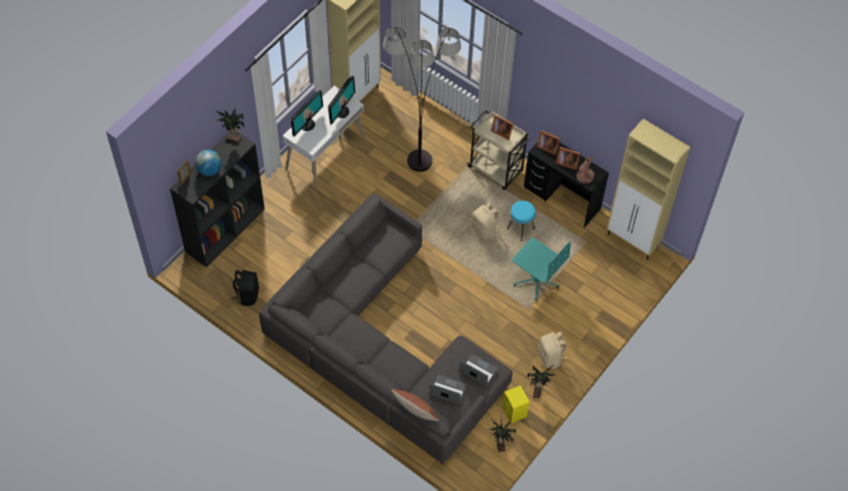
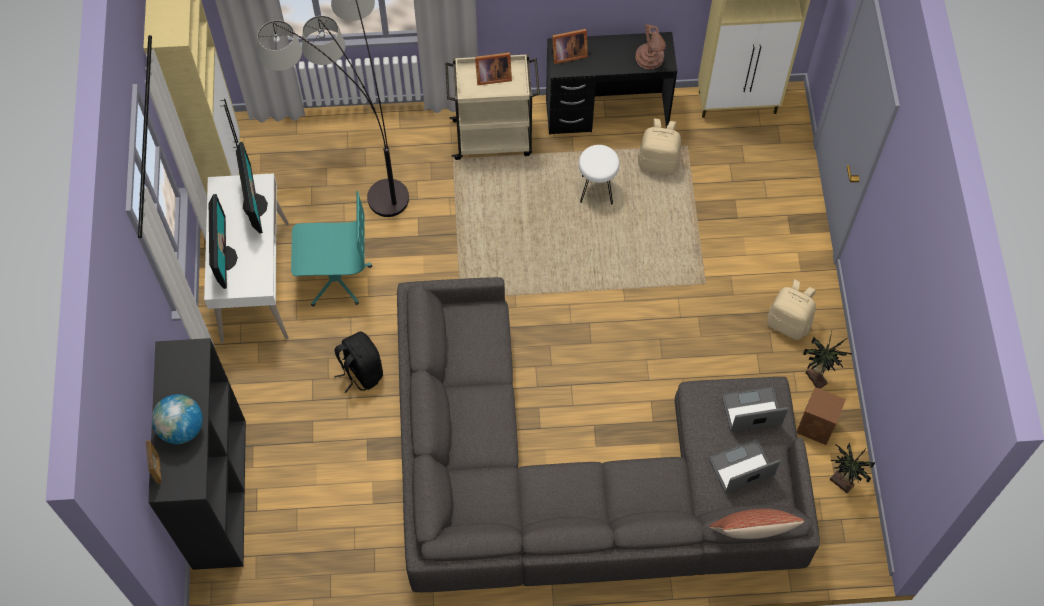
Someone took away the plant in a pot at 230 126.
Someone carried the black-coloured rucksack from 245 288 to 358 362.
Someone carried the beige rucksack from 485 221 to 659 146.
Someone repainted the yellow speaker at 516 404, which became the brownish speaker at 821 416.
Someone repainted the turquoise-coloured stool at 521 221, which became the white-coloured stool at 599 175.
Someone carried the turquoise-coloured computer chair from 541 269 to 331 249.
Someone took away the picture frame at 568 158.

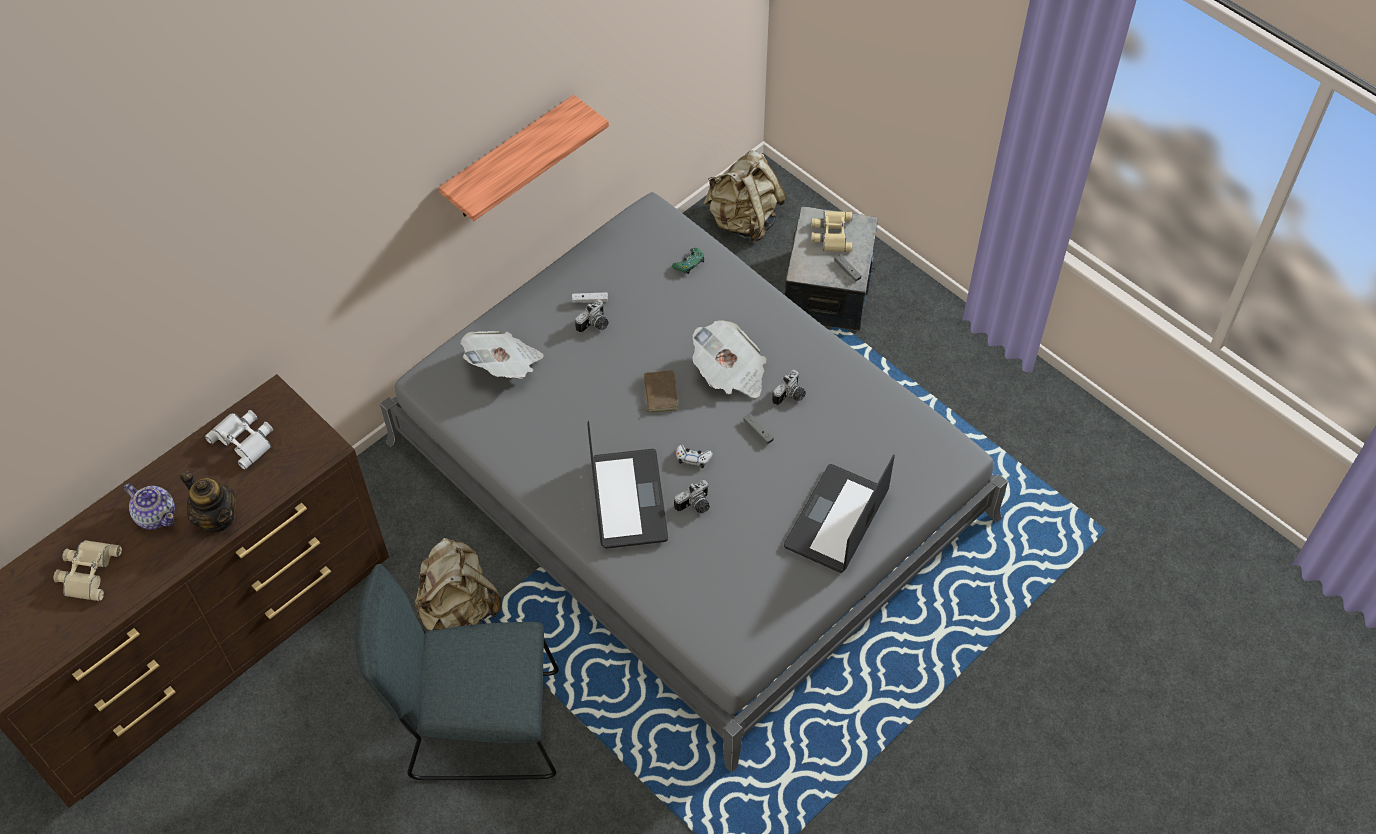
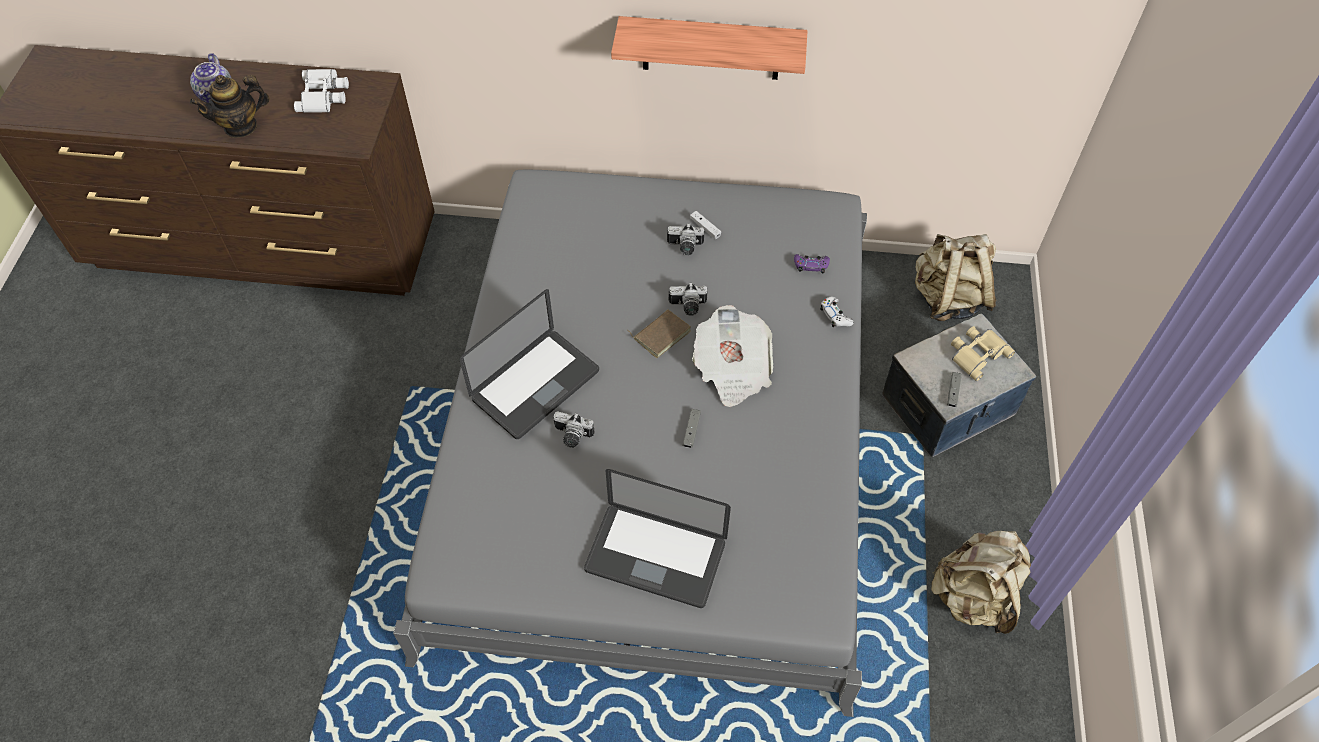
Someone took away the beige field glasses at 88 570.
Someone rotated the teapot at 208 501 by 60 degrees clockwise.
Someone took away the grey upright chair at 456 672.
Someone carried the beige rucksack from 458 584 to 981 582.
Someone took away the newspaper at 502 355.
Someone repainted the green-coloured gamepad at 688 261, which became the purple-coloured gamepad at 812 263.
Someone carried the white-coloured gamepad from 694 456 to 837 312.
Someone carried the photo camera from 789 387 to 688 299.
Someone rotated the notebook computer at 839 513 by 150 degrees counterclockwise.

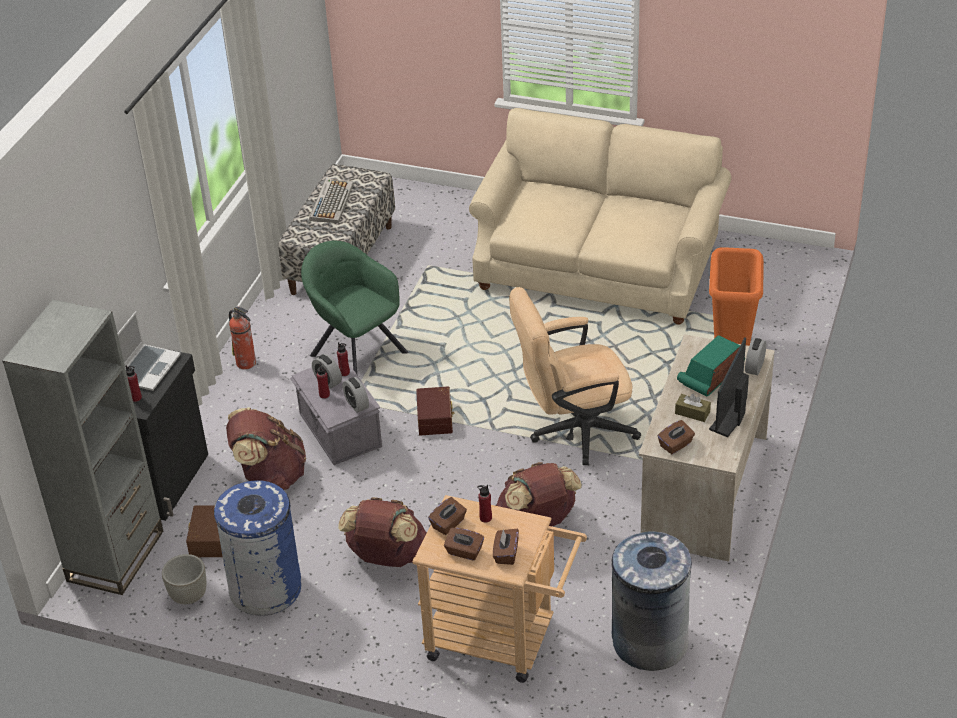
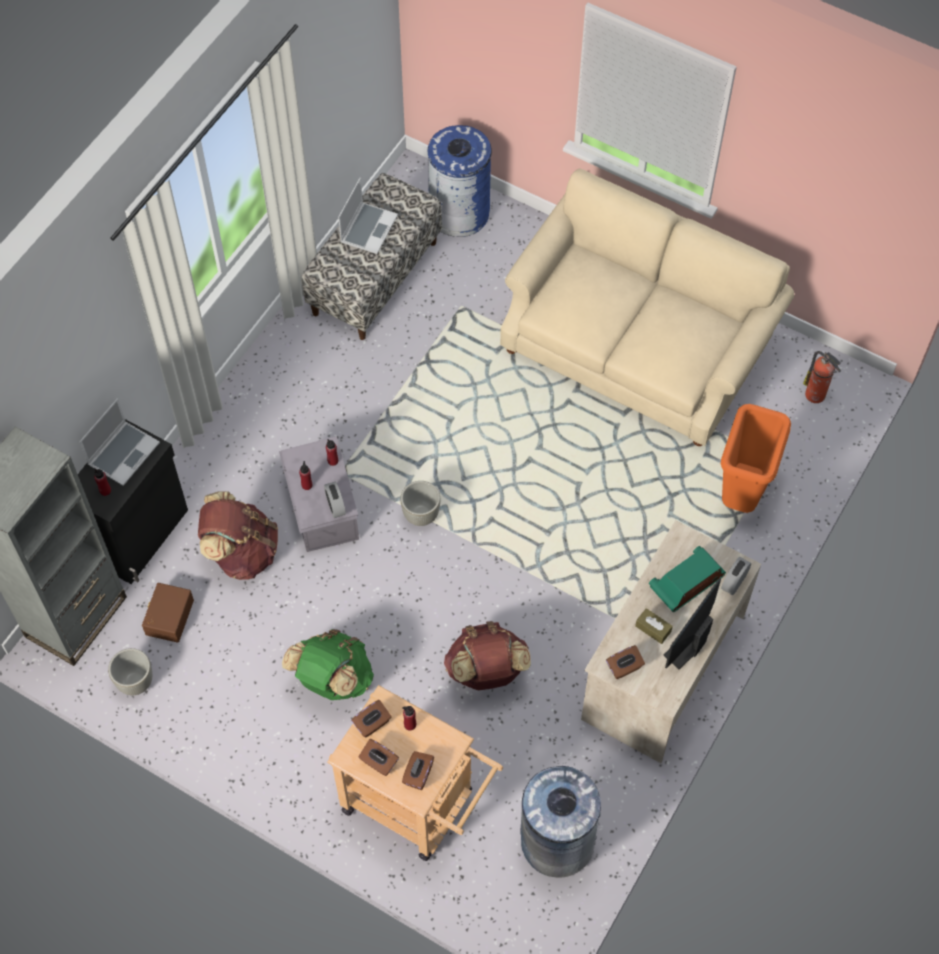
Someone carried the bluish rubbish bin from 257 547 to 460 181.
Someone carried the extinguisher from 242 337 to 822 377.
Someone took away the green-coloured armchair at 354 307.
Someone swapped the PC keyboard at 331 201 for the notebook computer at 368 216.
Someone took away the table clock at 327 371.
Someone repainted the brownish rucksack at 382 532, which became the green-coloured rucksack at 328 664.
Someone swapped the brownish storage bin at 435 411 for the grey flower pot at 420 503.
Someone took away the beige computer chair at 575 376.

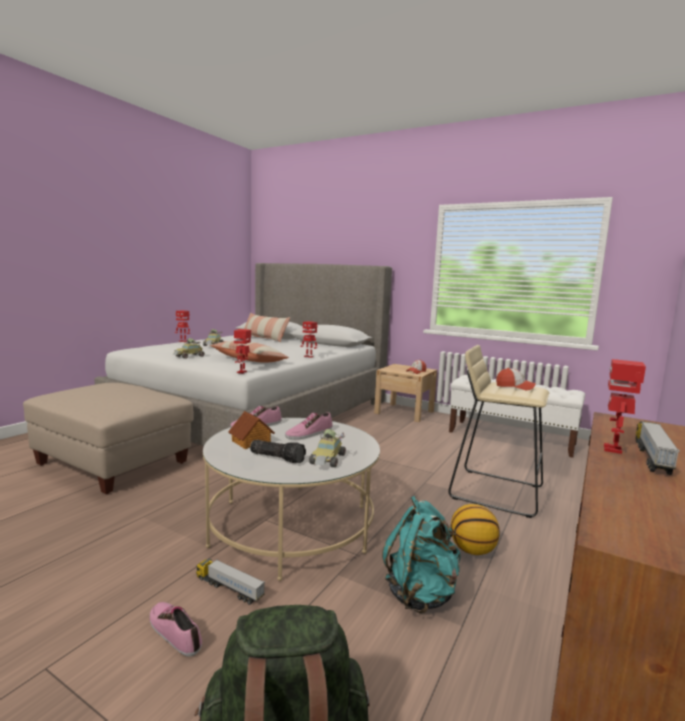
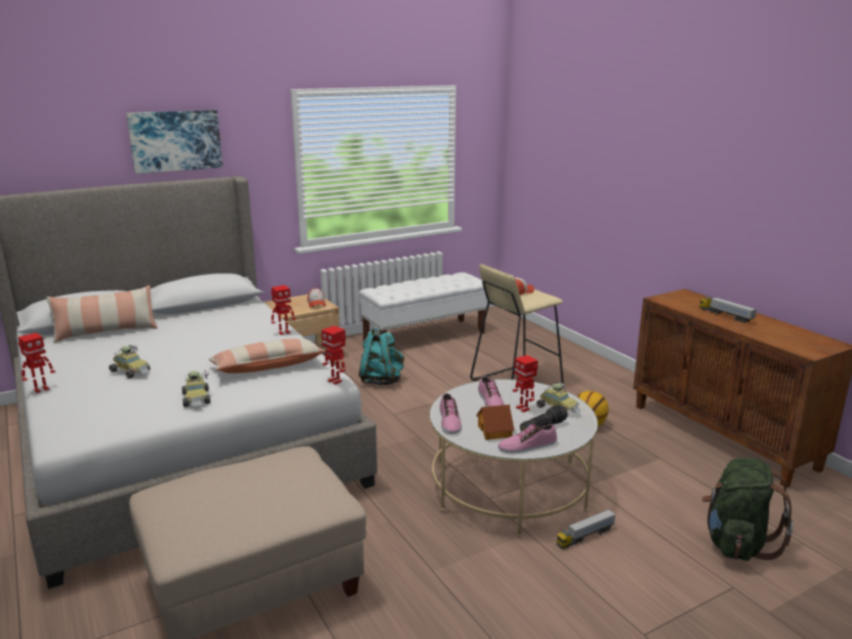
Someone carried the item of footwear from 176 629 to 527 438.
Someone carried the turquoise-coloured rucksack from 421 554 to 381 356.
Someone carried the model robot from 625 406 to 525 383.
Someone put up the picture at 174 142.

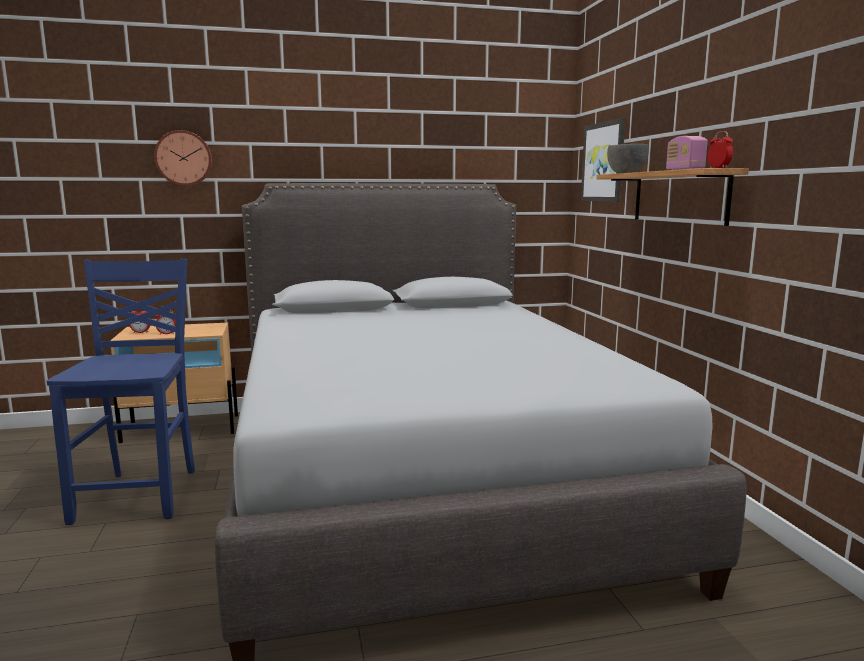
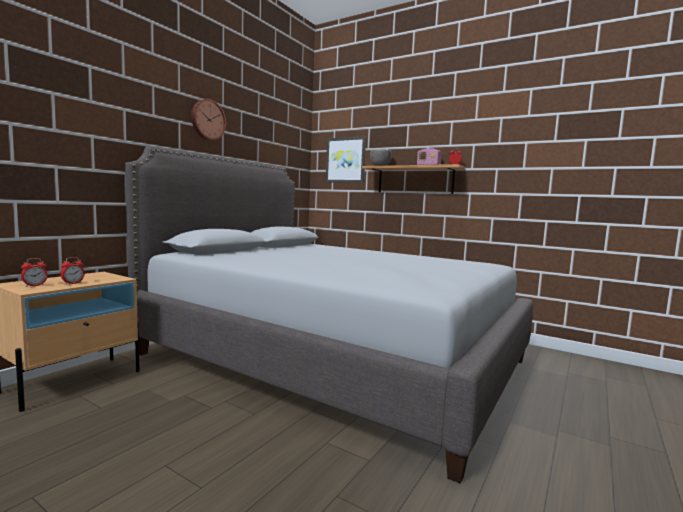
Someone took away the bluish upright chair at 121 392.
Someone carried the wall clock from 183 158 to 208 119.

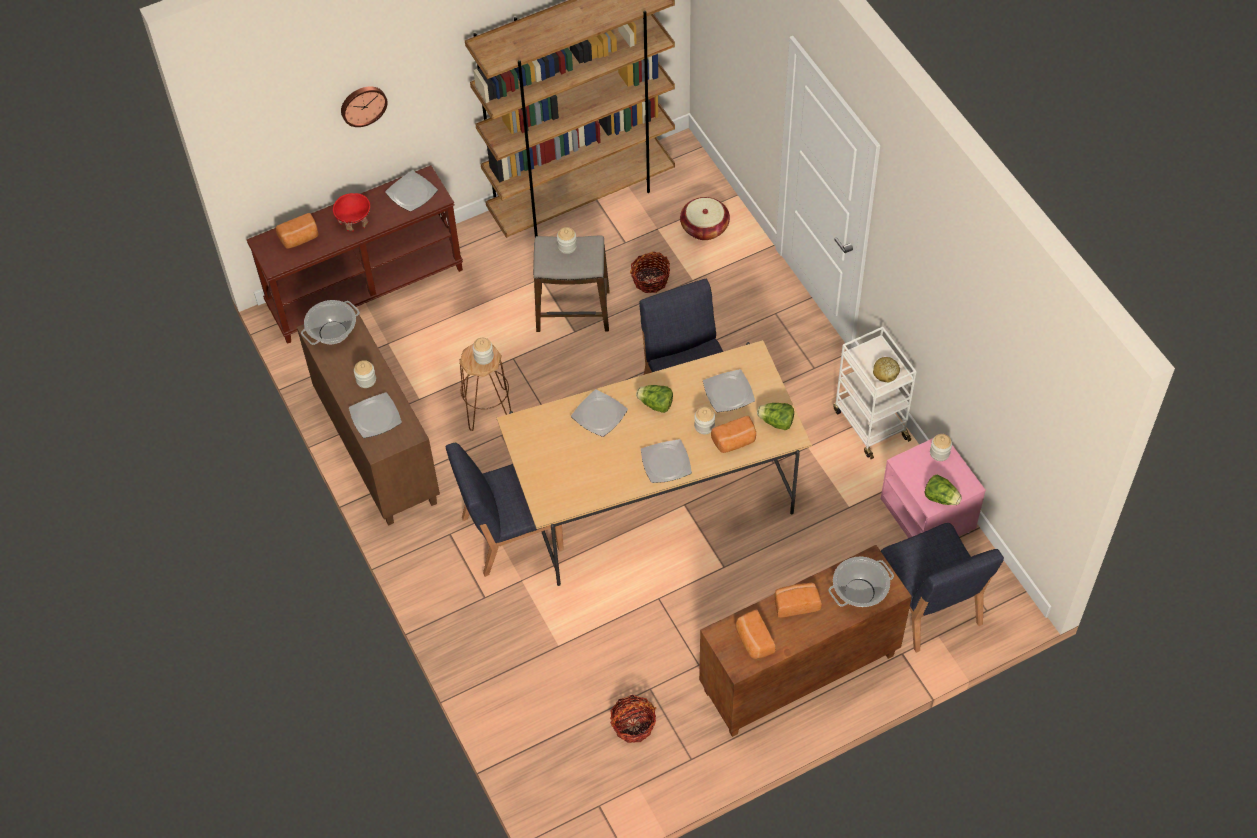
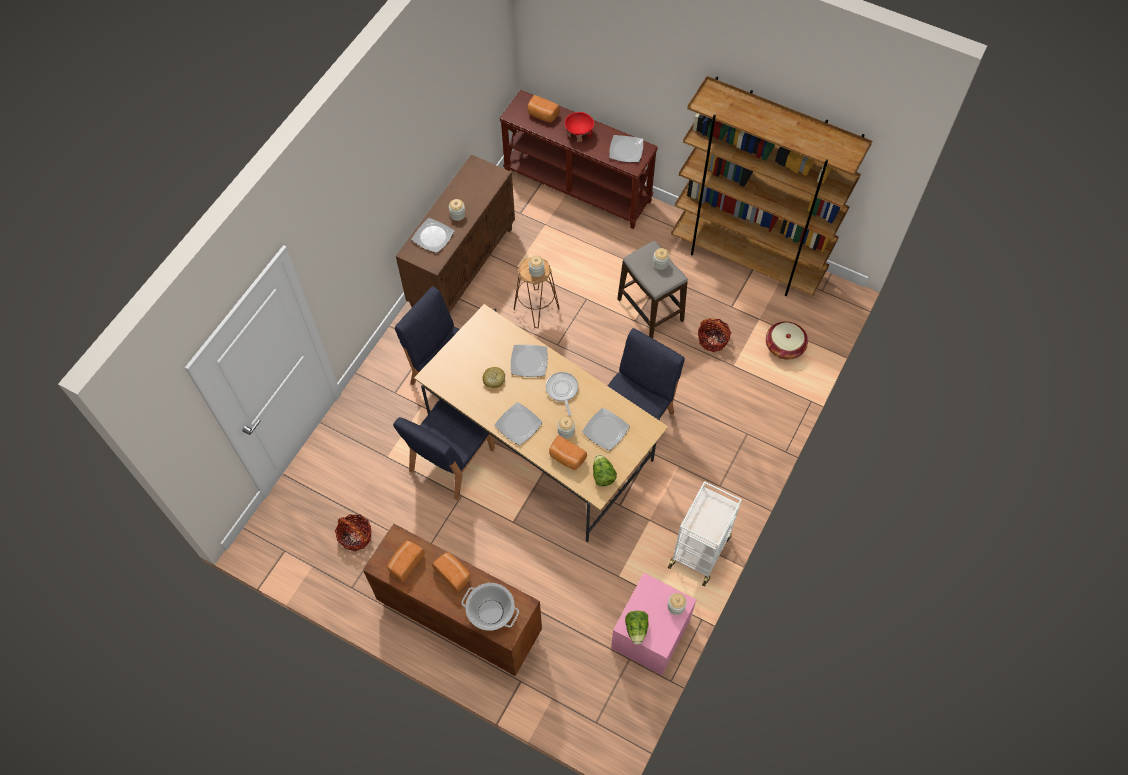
Someone took away the stockpot at 330 322.
Someone took away the wall clock at 364 106.
Someone swapped the head of lettuce at 654 399 for the skillet at 562 394.
Someone carried the bread from 886 369 to 494 377.
Someone carried the bluish upright chair from 942 588 to 444 449.

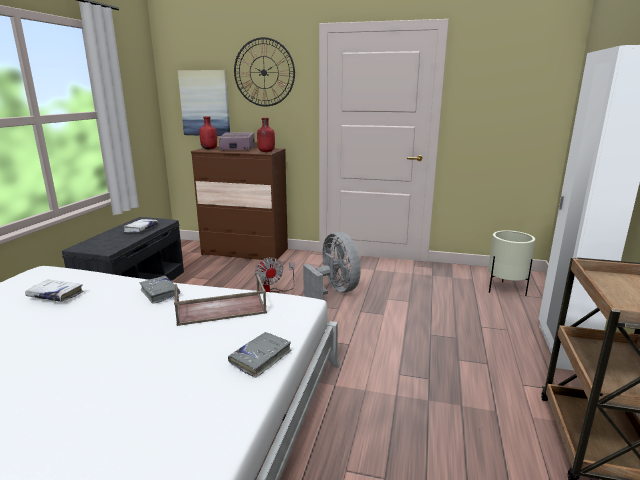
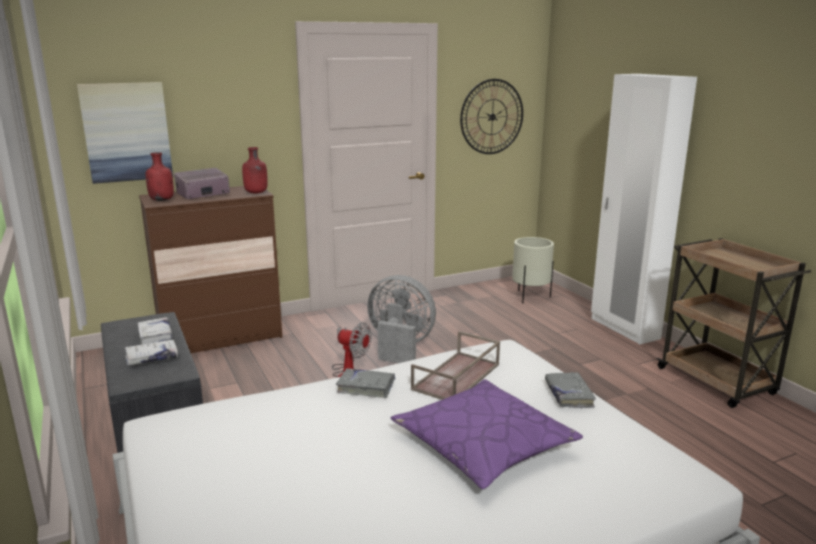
Someone carried the white-coloured book from 54 291 to 151 353.
Someone carried the wall clock from 264 72 to 491 116.
Someone put down the purple-coloured throw pillow at 486 434.

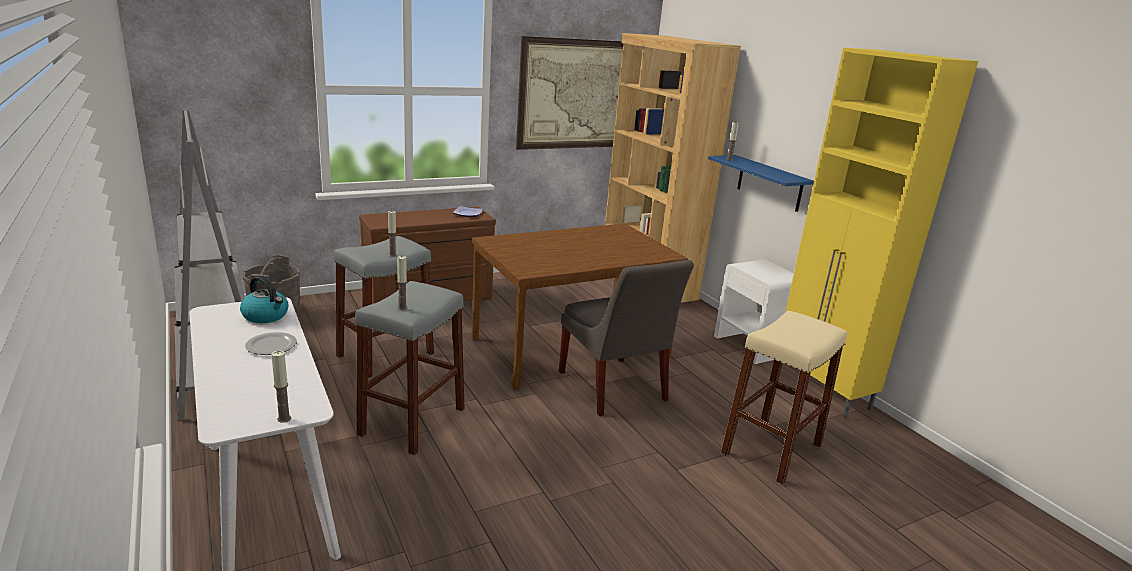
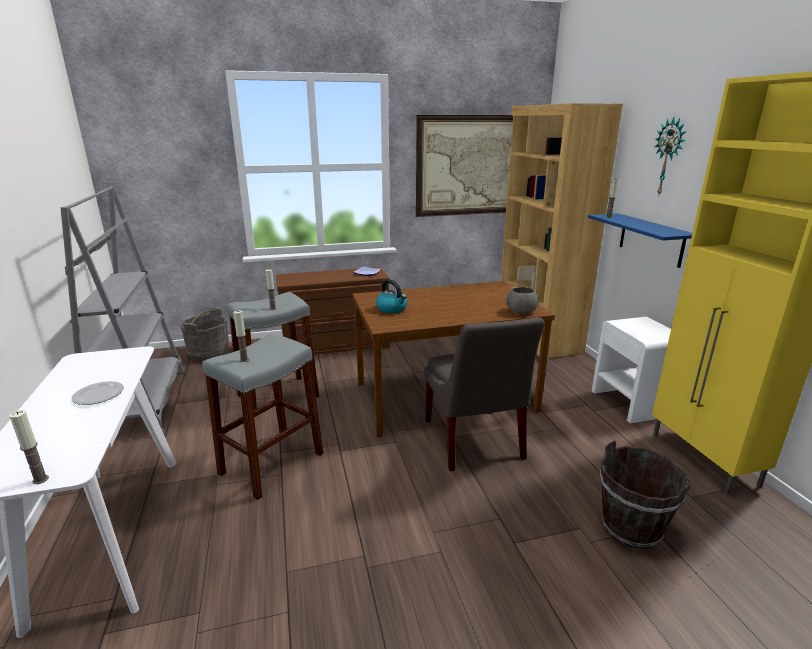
Someone carried the water kettle from 264 299 to 391 296.
Someone swapped the beige stool at 784 398 for the brownish water bucket at 646 495.
Someone put down the grey bowl at 522 300.
Someone put up the wall clock at 670 156.

